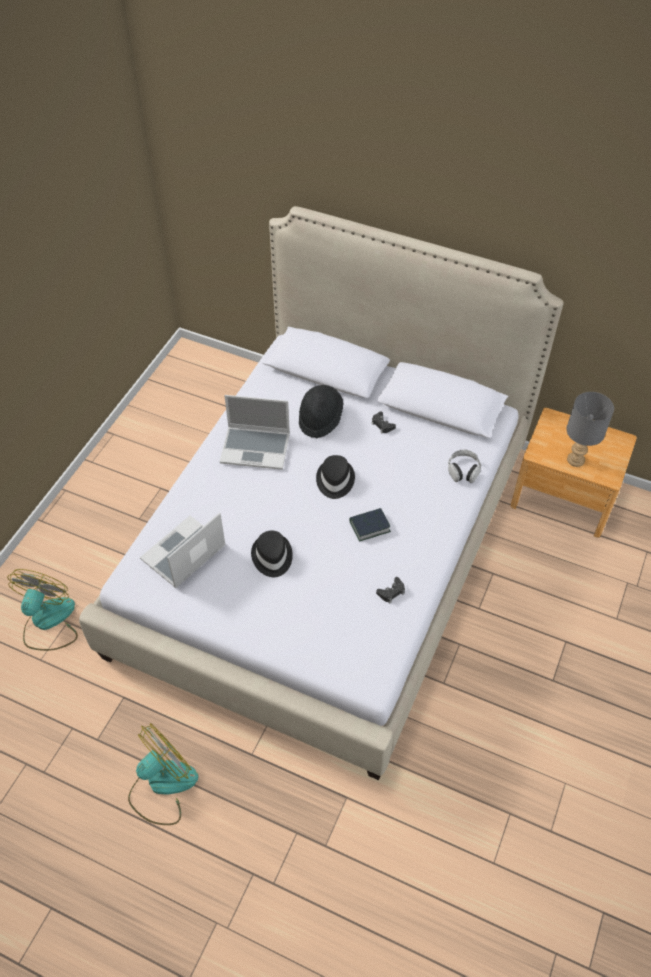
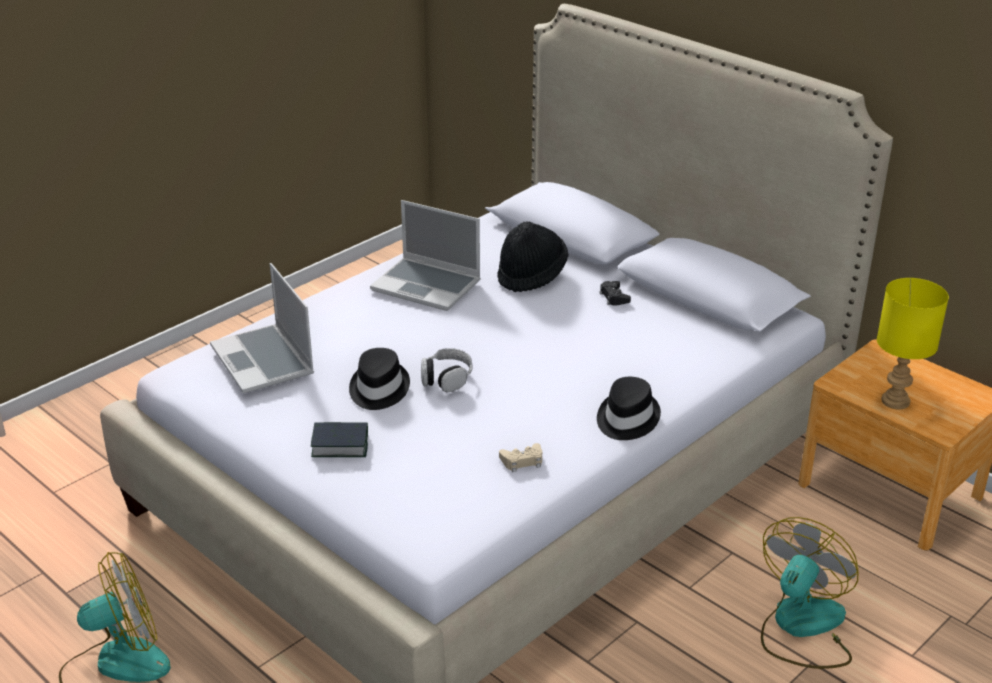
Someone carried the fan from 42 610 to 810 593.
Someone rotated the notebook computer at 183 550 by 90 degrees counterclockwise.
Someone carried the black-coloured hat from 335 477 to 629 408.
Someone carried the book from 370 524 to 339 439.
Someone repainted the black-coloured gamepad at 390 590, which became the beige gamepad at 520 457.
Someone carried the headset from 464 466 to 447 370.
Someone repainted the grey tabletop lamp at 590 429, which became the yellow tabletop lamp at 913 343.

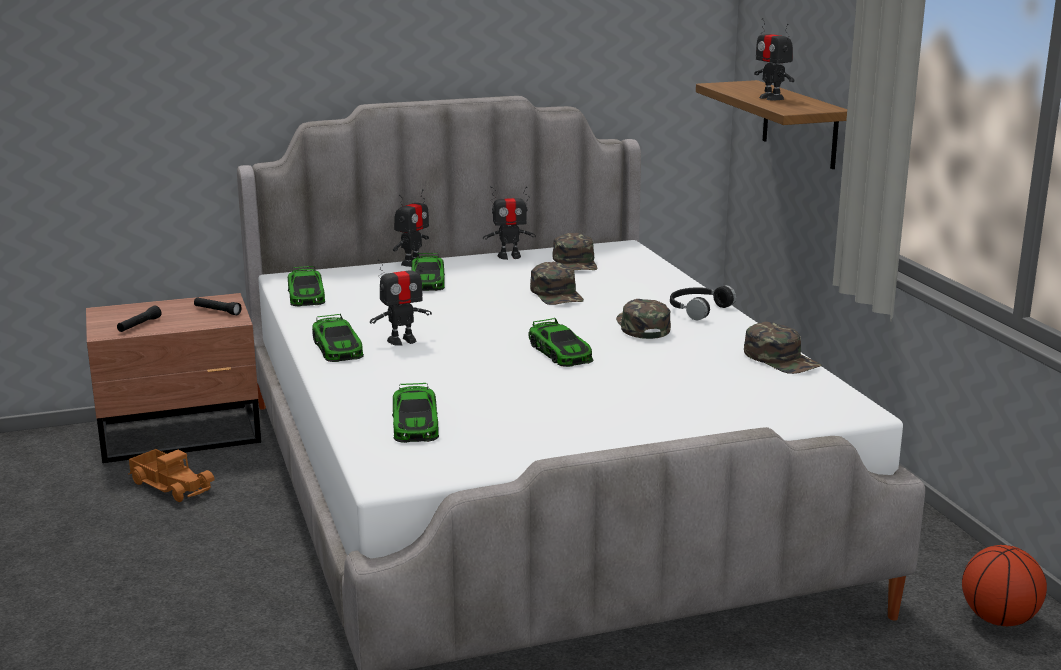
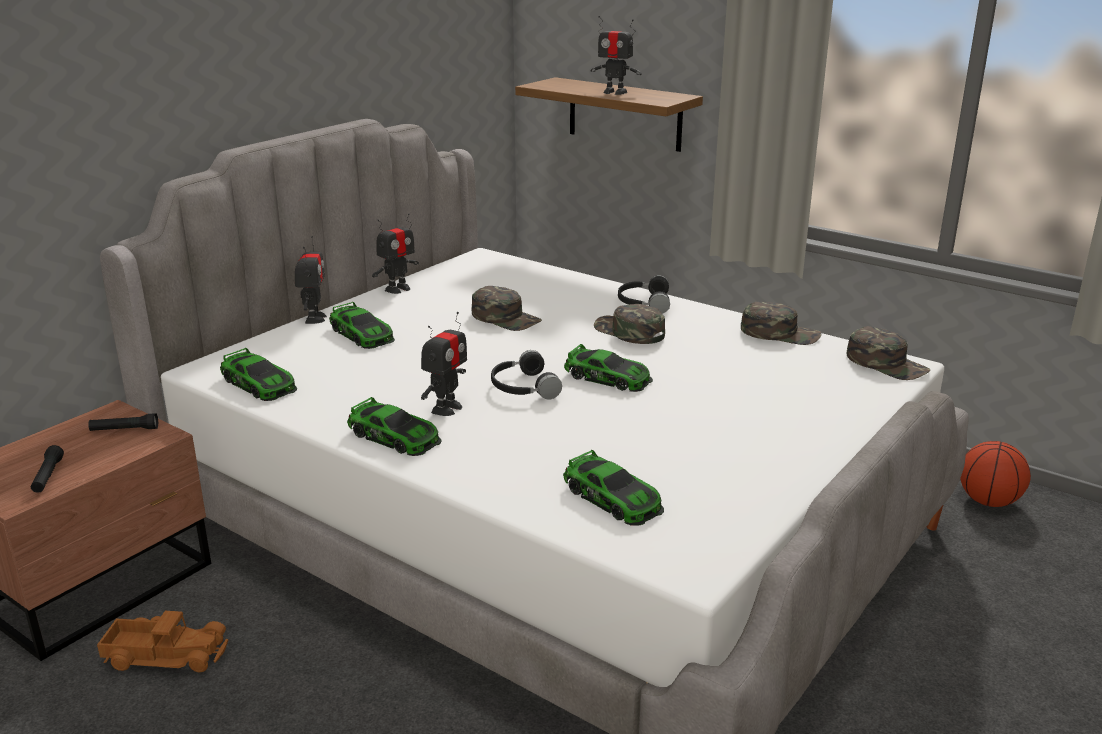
Someone carried the green-coloured peaked cap from 575 251 to 888 353.
Someone put down the black-coloured headset at 526 375.

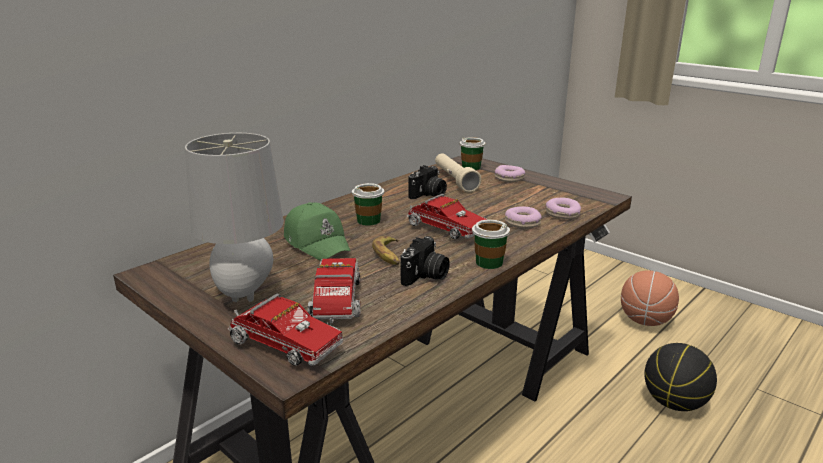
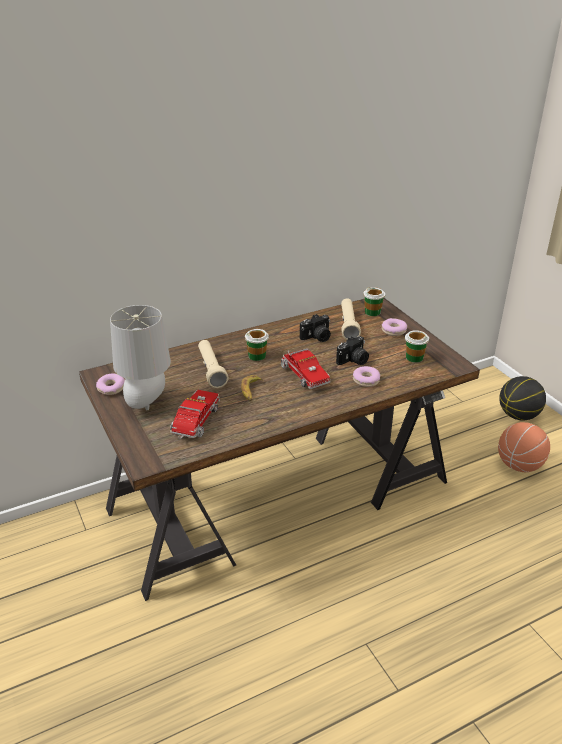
Someone took away the model truck at 285 330.
Someone swapped the green-coloured peaked cap at 317 231 for the beige torch at 213 364.
Someone carried the photo camera from 425 261 to 352 350.
Someone carried the cup from 491 244 to 417 346.
Someone carried the donut from 563 208 to 110 384.
Someone carried the ball for basketball from 681 377 to 522 398.

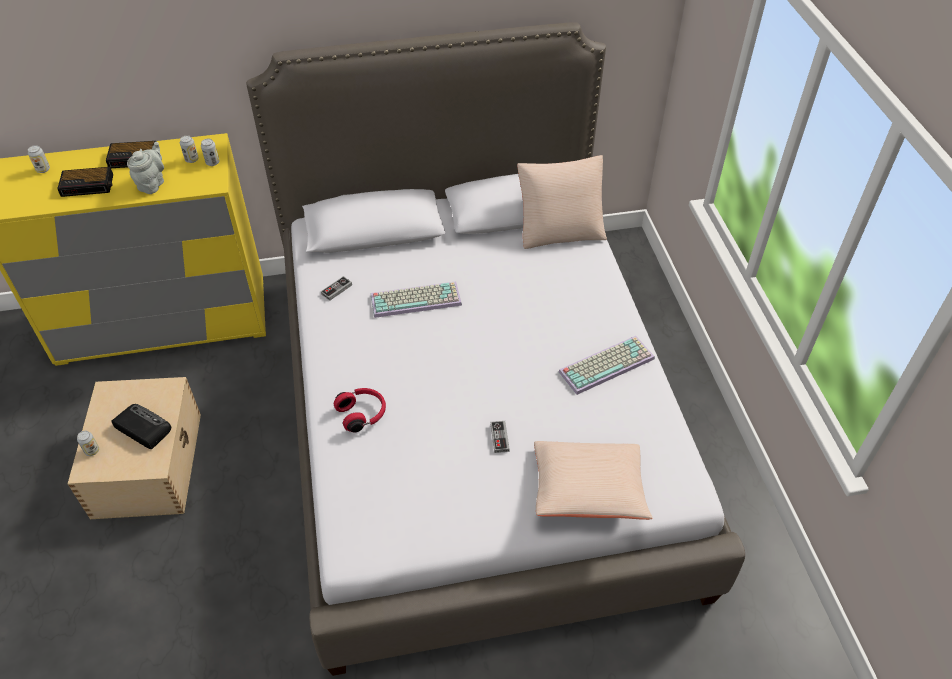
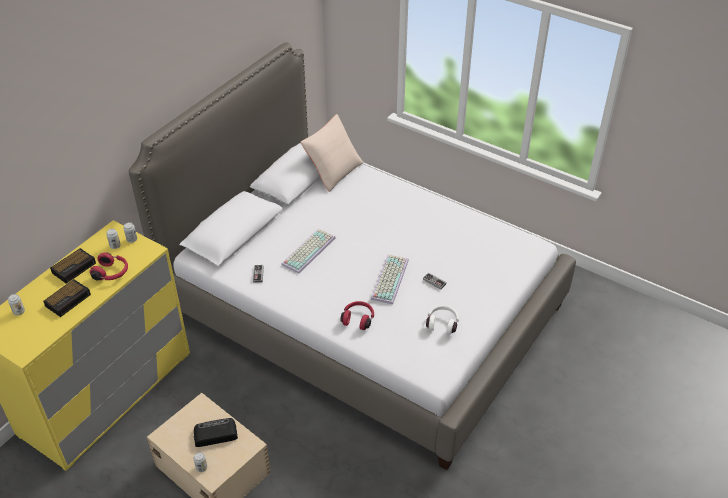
Someone swapped the grey teapot at 145 168 for the red headset at 109 266.
Someone took away the beige throw pillow at 593 480.
Someone carried the PC keyboard from 607 365 to 390 279.
Someone put down the white-coloured headset at 442 319.

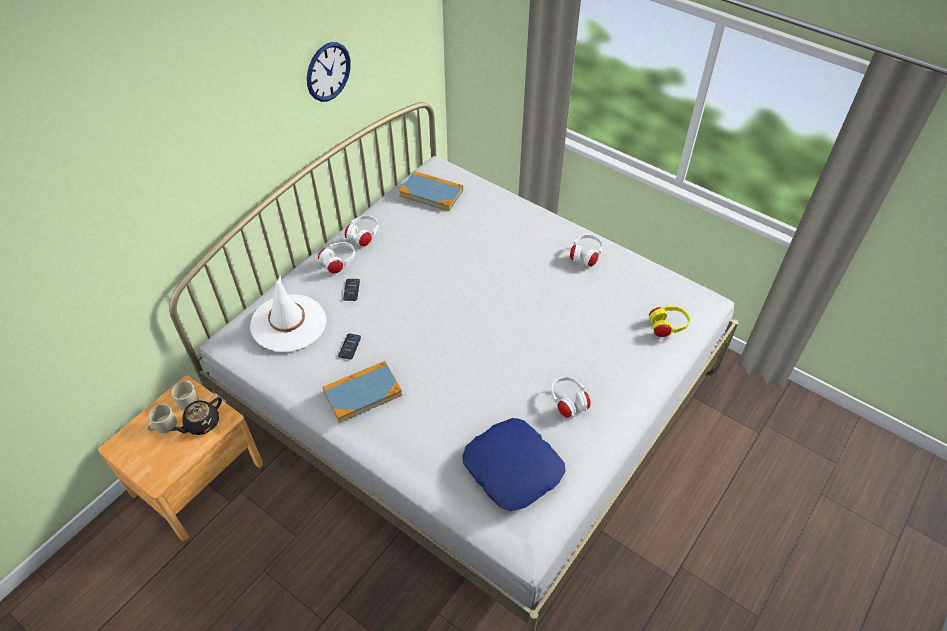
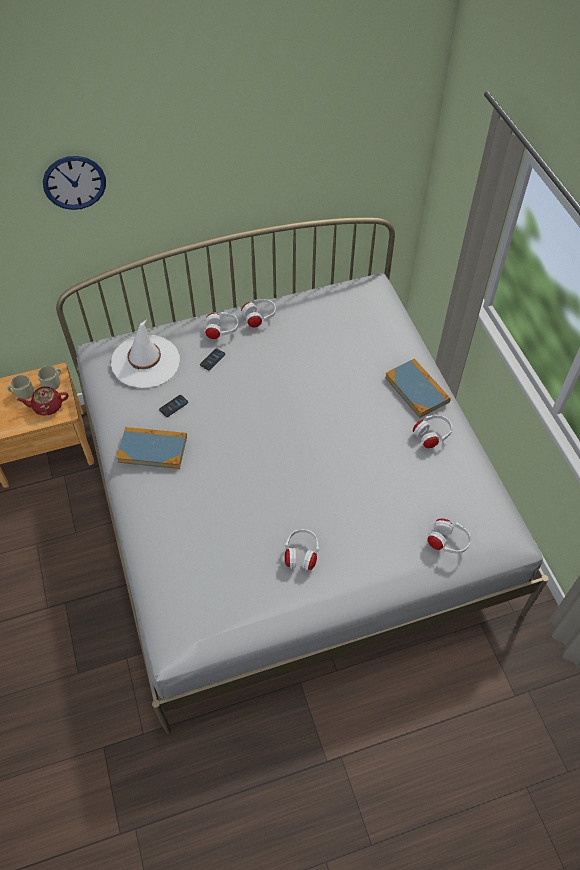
Someone repainted the black-coloured teapot at 196 416, which became the red teapot at 42 401.
Someone carried the wall clock from 329 72 to 74 183.
Someone carried the book from 431 191 to 418 388.
Someone took away the bluish throw pillow at 513 464.
Someone repainted the yellow headset at 668 321, which became the white-coloured headset at 448 536.

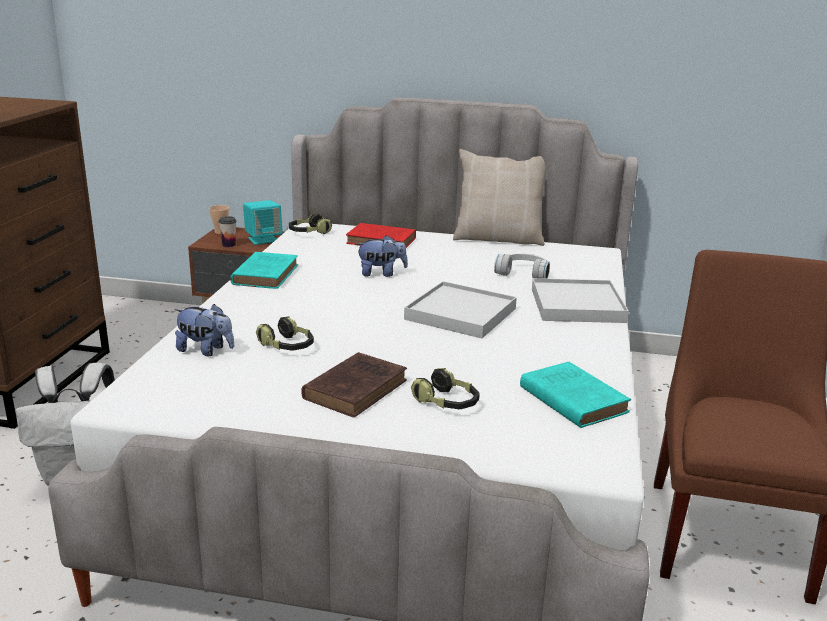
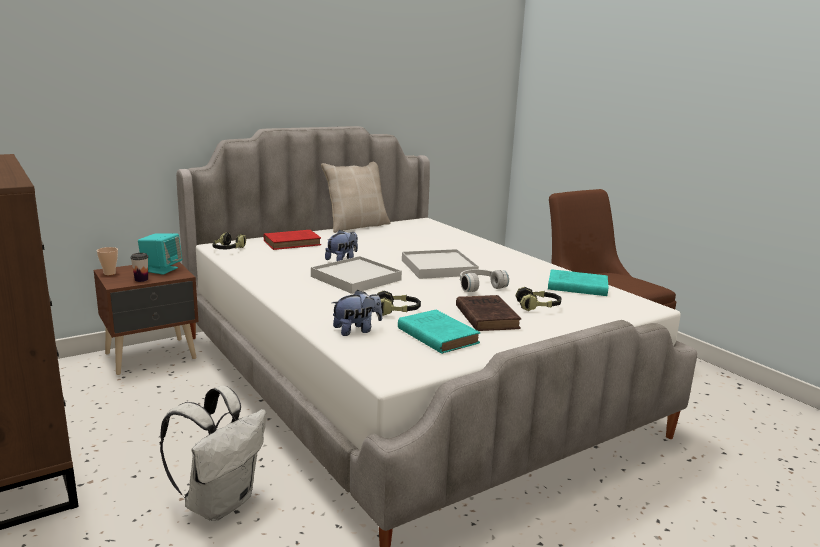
Someone carried the turquoise-coloured book from 264 270 to 439 332.
Someone carried the white-coloured headset from 522 266 to 484 280.
Someone carried the white-coloured tray from 580 300 to 356 275.

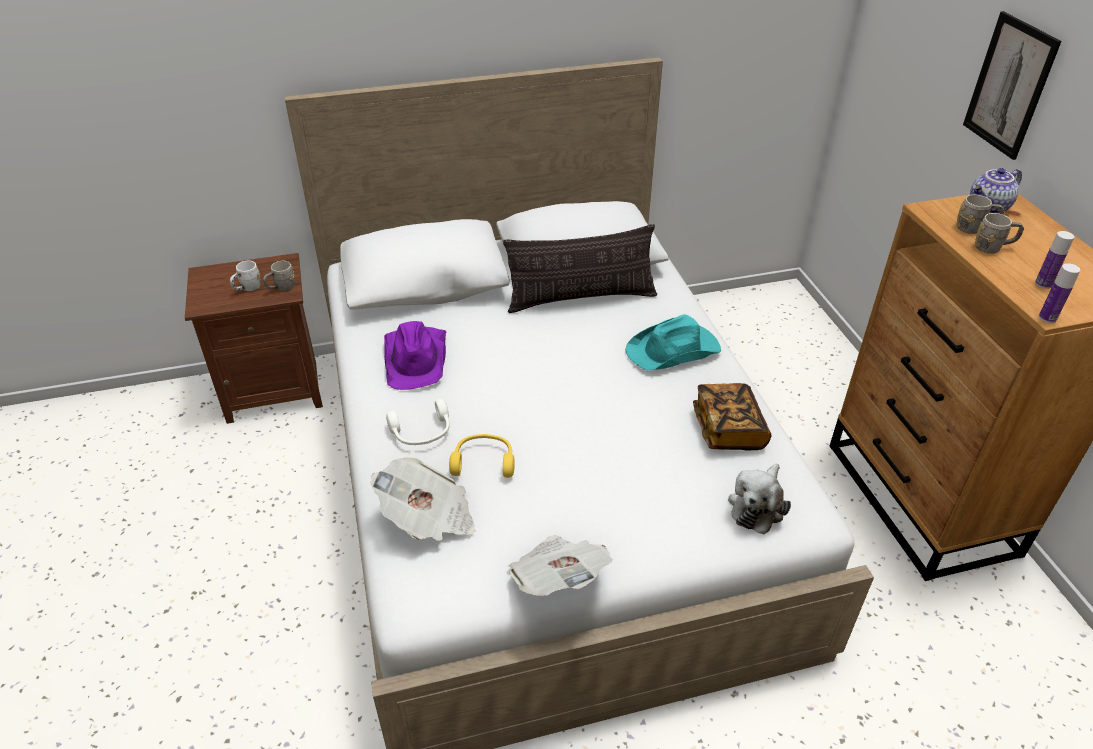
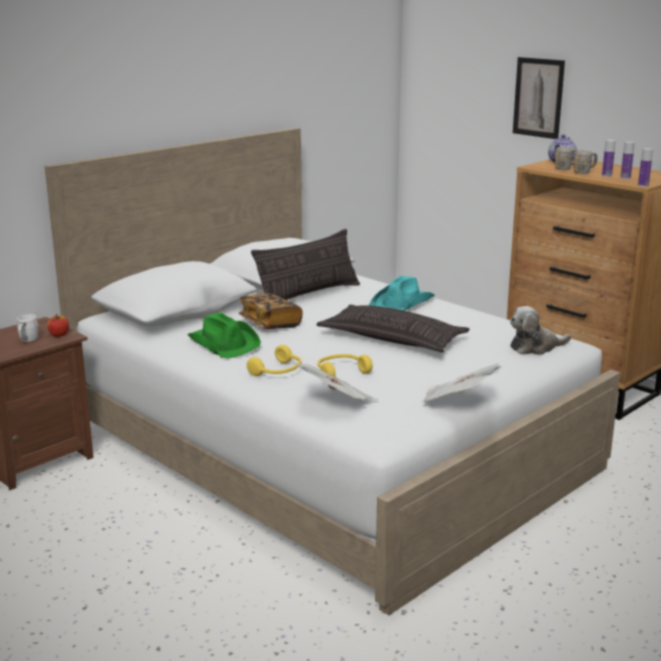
Someone swapped the grey mug at 279 276 for the apple fruit at 58 325.
Someone repainted the purple-coloured hat at 415 355, which became the green-coloured hat at 224 335.
Someone repainted the white-coloured headset at 418 422, which became the yellow headset at 274 360.
Someone carried the book from 732 417 to 271 311.
Someone rotated the cuddly toy at 759 498 by 75 degrees clockwise.
Someone put down the throw pillow at 393 328.
Someone put down the drink bottle at 608 158.

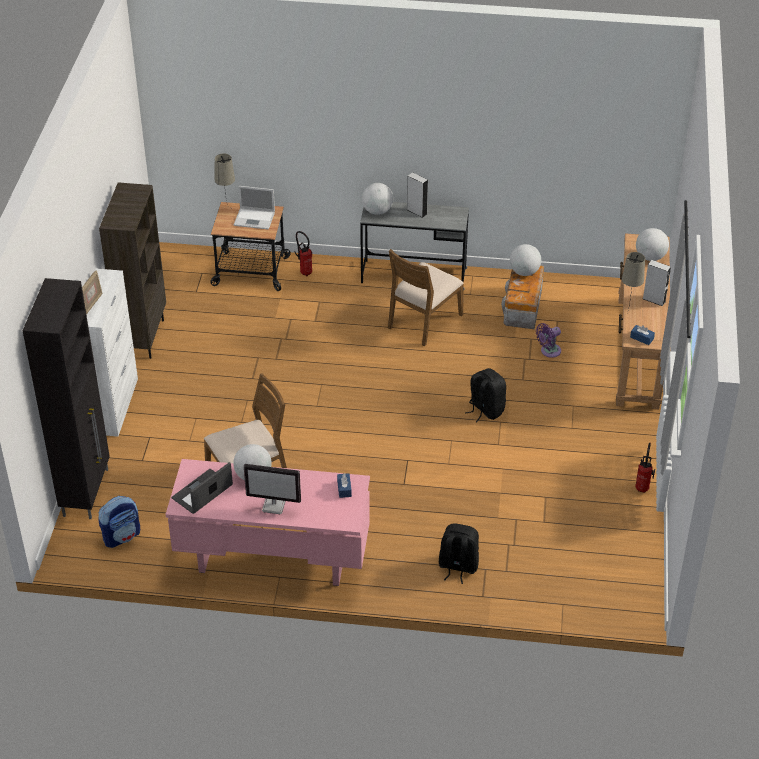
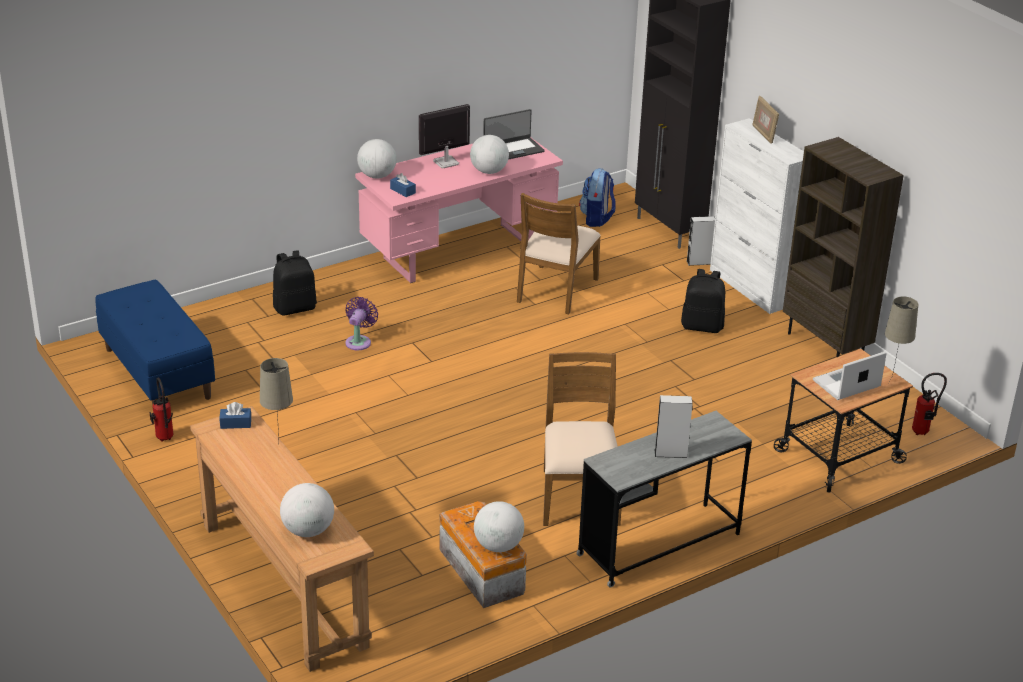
Someone rotated the notebook computer at 202 488 by 60 degrees clockwise.
Someone carried the extinguisher from 303 253 to 929 404.
Someone carried the globe from 377 199 to 377 158.
Someone carried the black-coloured rucksack from 485 395 to 703 301.
Someone carried the purple-coloured fan from 548 340 to 361 323.
Someone carried the grey speaker from 657 283 to 701 241.
Someone put down the bluish indoor bench at 155 342.

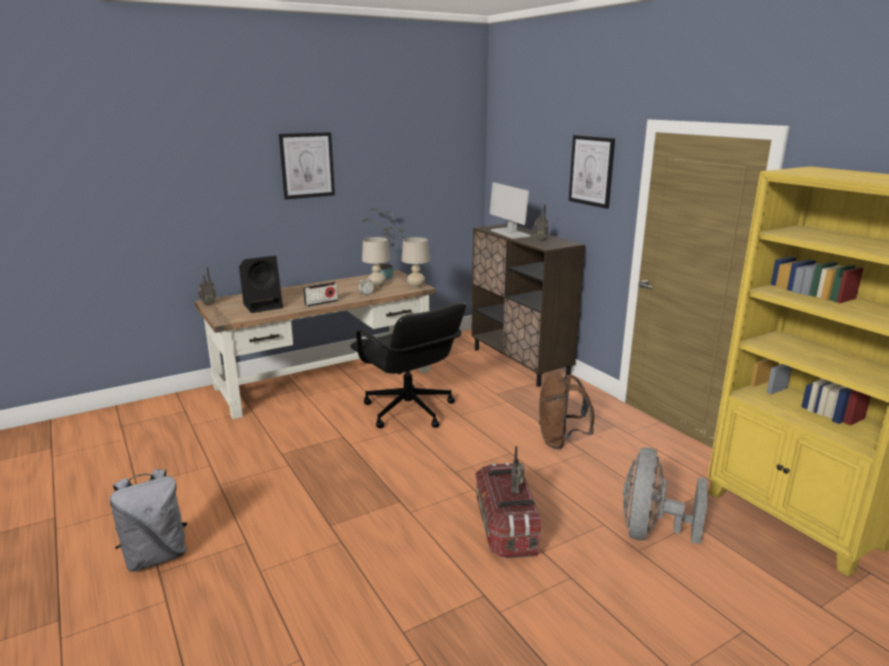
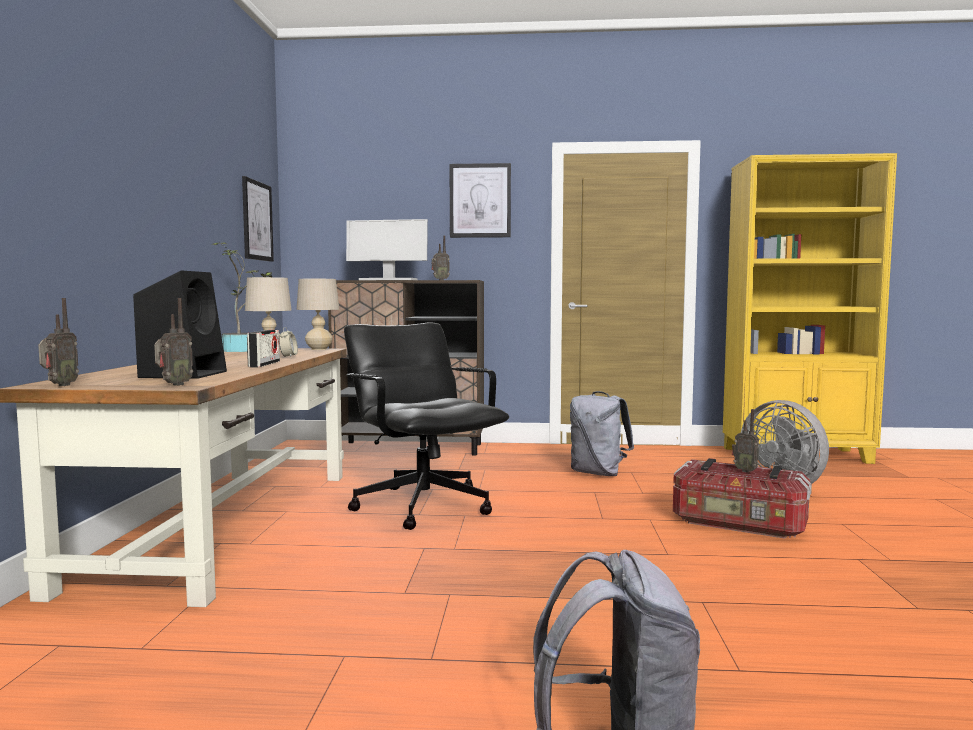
Someone carried the picture from 307 166 to 258 219.
Someone rotated the black-coloured computer chair at 408 365 by 120 degrees counterclockwise.
Someone repainted the brownish rucksack at 566 411, which became the grey rucksack at 602 433.
Someone put down the radio at 173 342.

